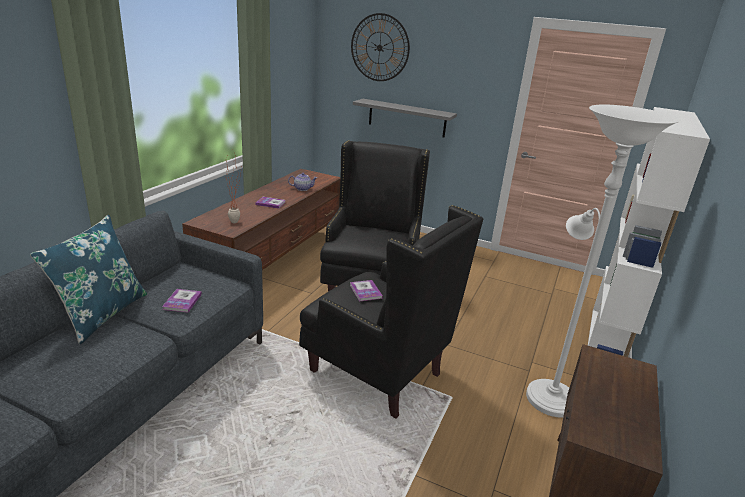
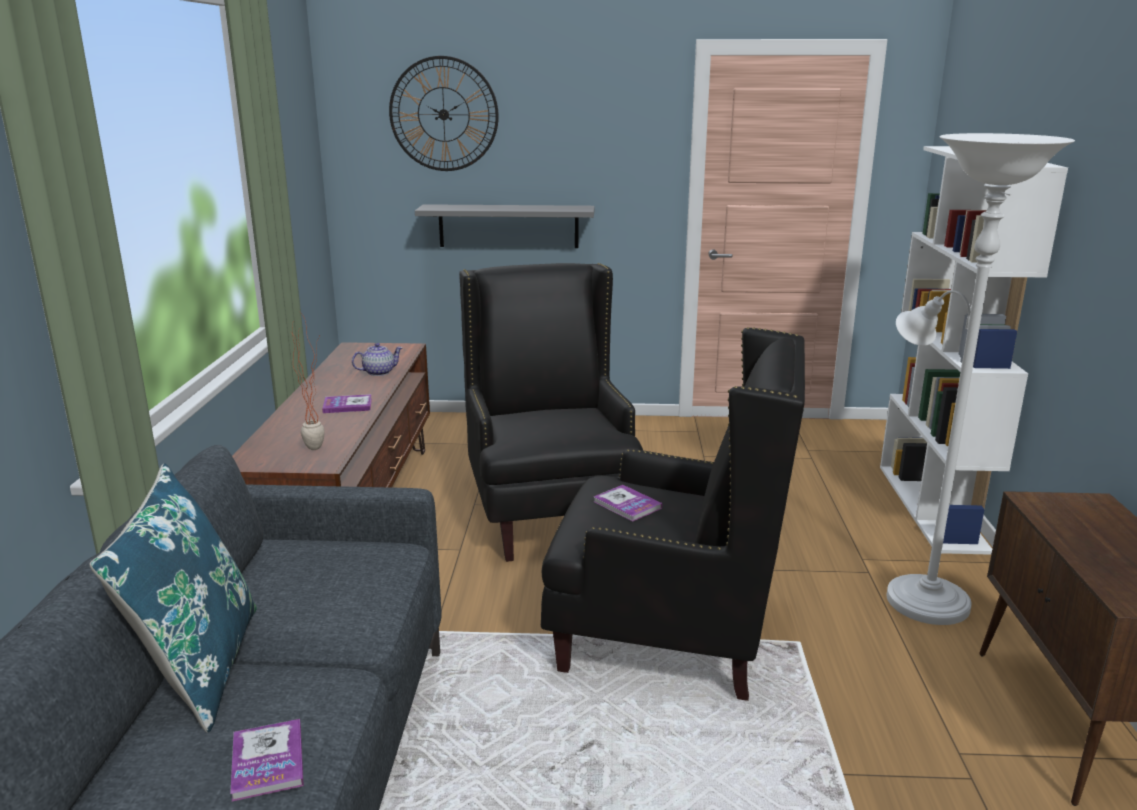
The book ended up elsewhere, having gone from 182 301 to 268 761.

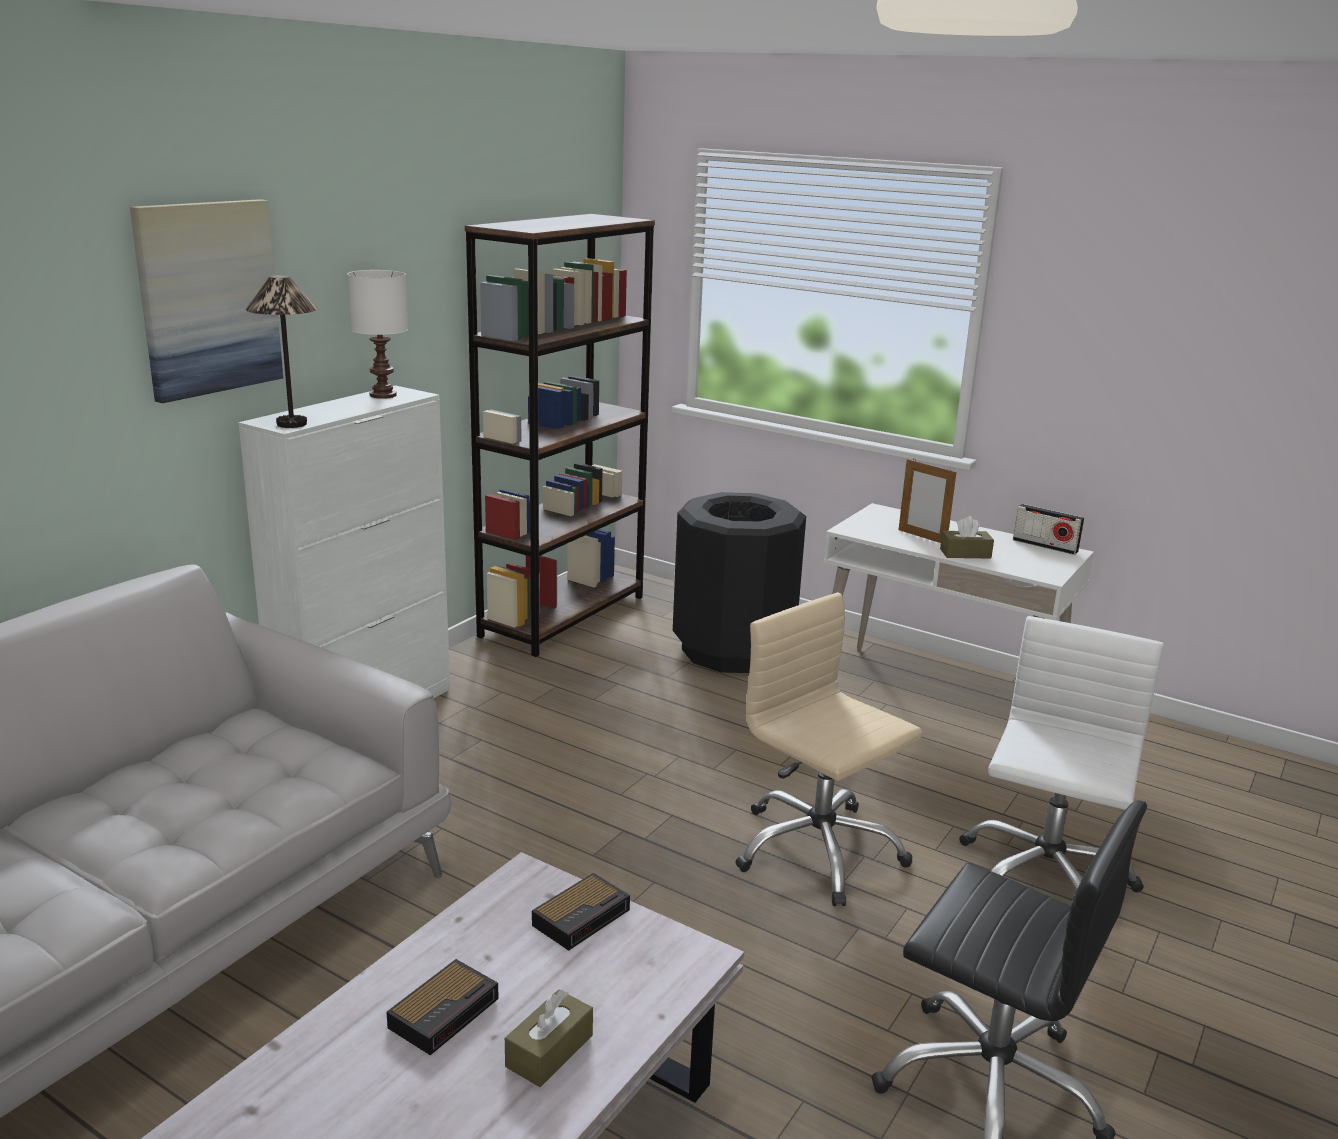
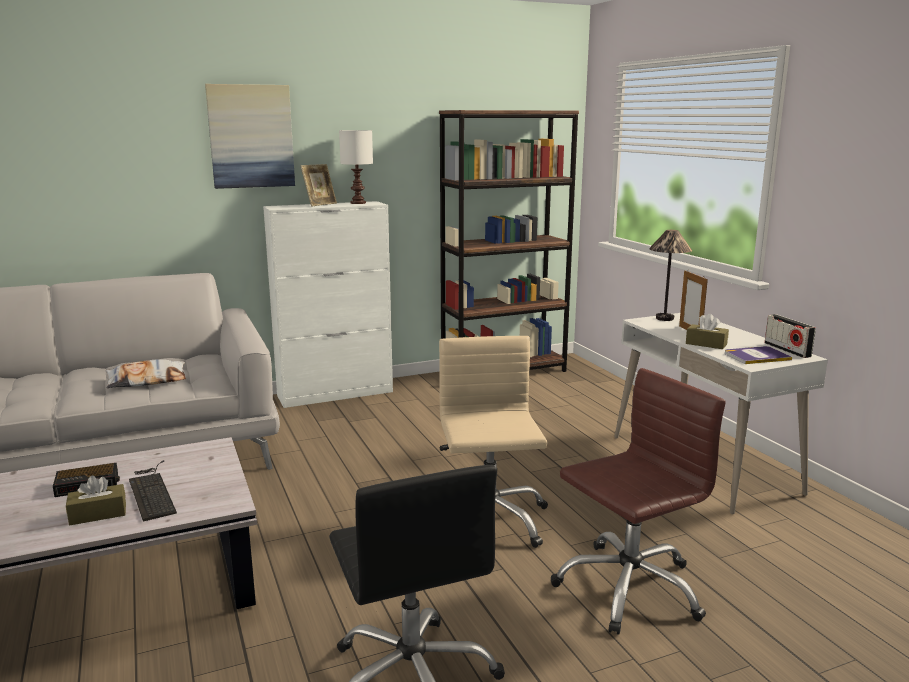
The second view gained the pillow at 147 381. The second view gained the keyboard at 152 491. The second view gained the photo frame at 320 204. What was the white computer chair at 1043 879 turned into the brown computer chair at 628 587. The table lamp ended up elsewhere, having gone from 292 424 to 664 318. The second view gained the book at 756 356. The second view lost the bedside clock at 583 916. The second view lost the black-coloured waste bin at 733 650.

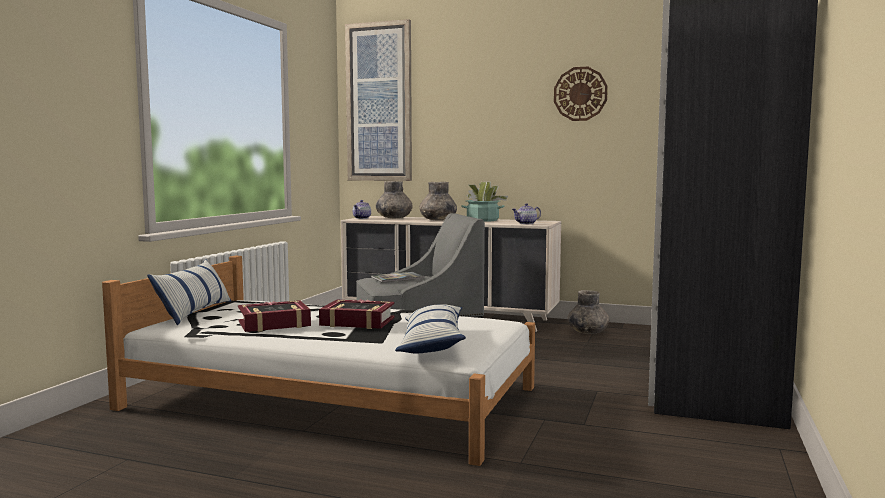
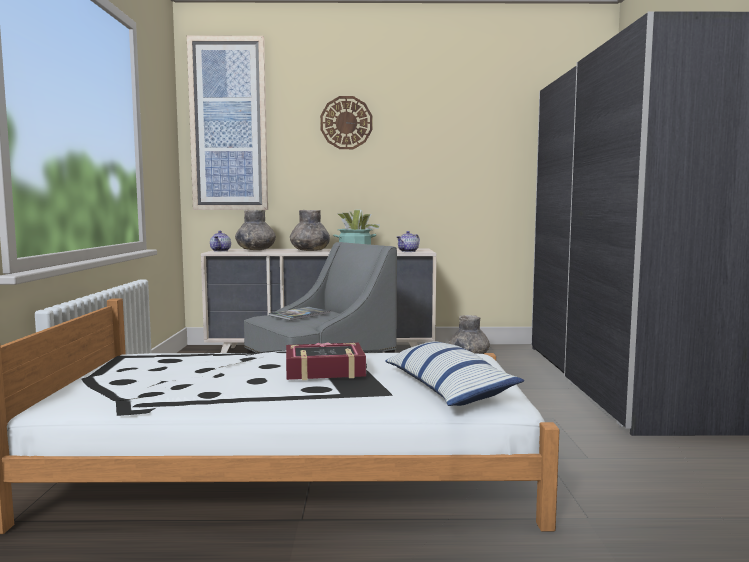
The hanging clock ended up elsewhere, having gone from 580 94 to 346 123. The second view lost the pillow at 194 312. The second view lost the book at 274 324.

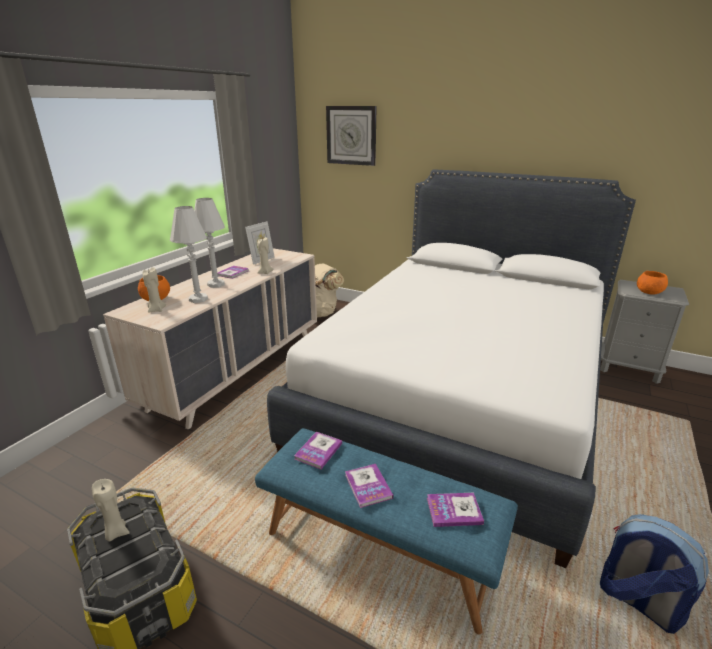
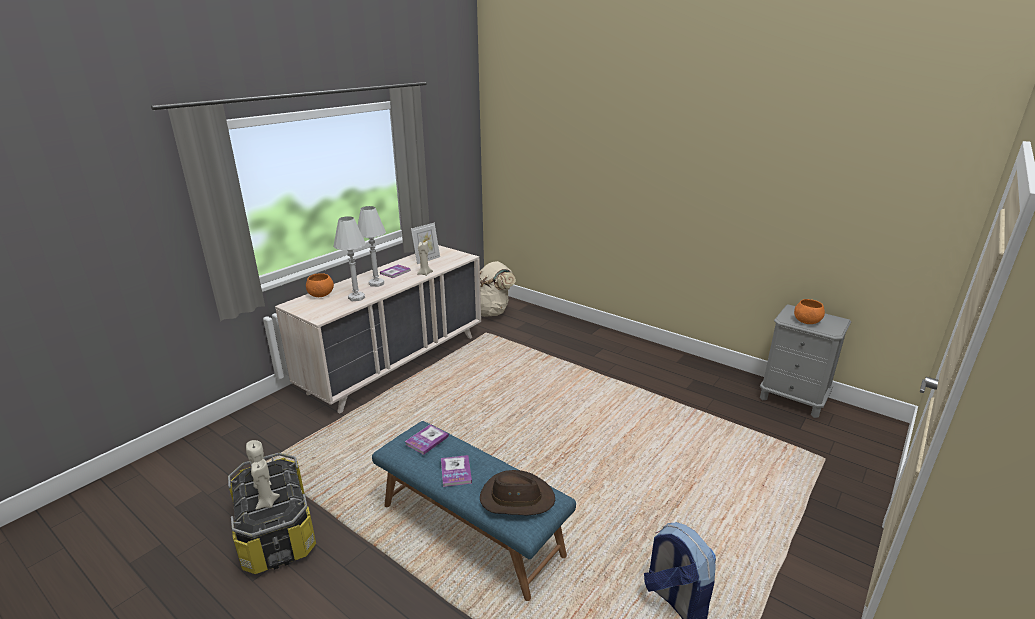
The beige-coloured candle ended up elsewhere, having gone from 156 310 to 267 503. Where the book stood at 454 510, the brown hat came to stand at 516 498. The second view lost the white bed at 461 396. The second view lost the hanging clock at 351 135.

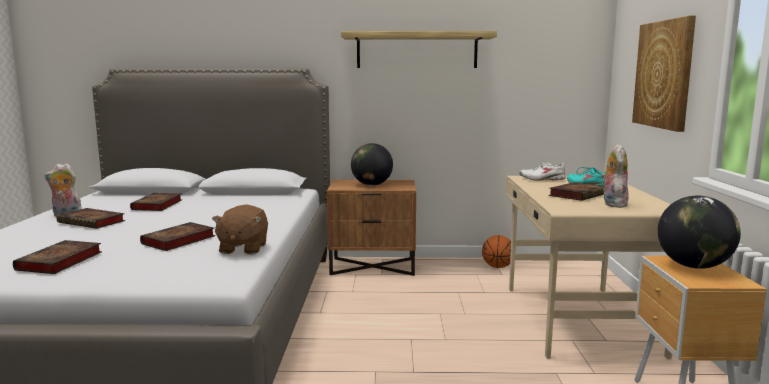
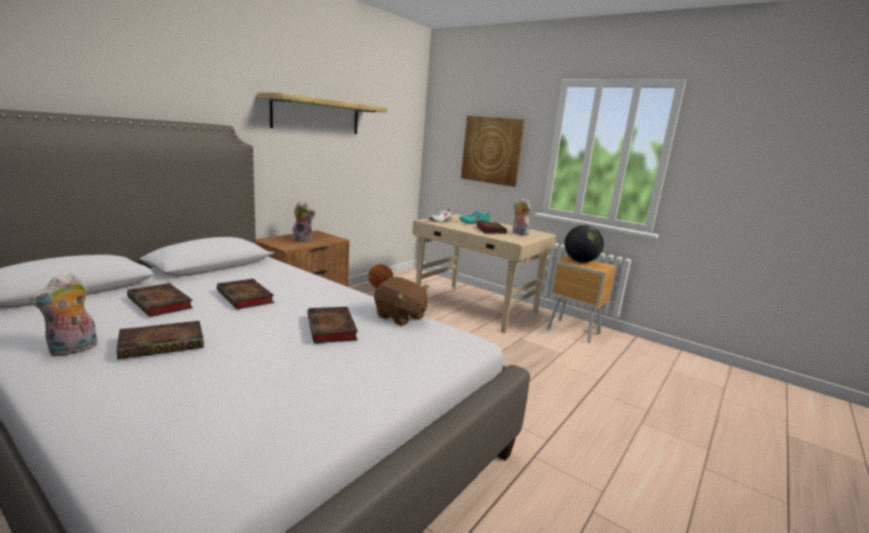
The book ended up elsewhere, having gone from 59 262 to 246 297. Where the globe stood at 371 185, the cuddly toy came to stand at 303 240.

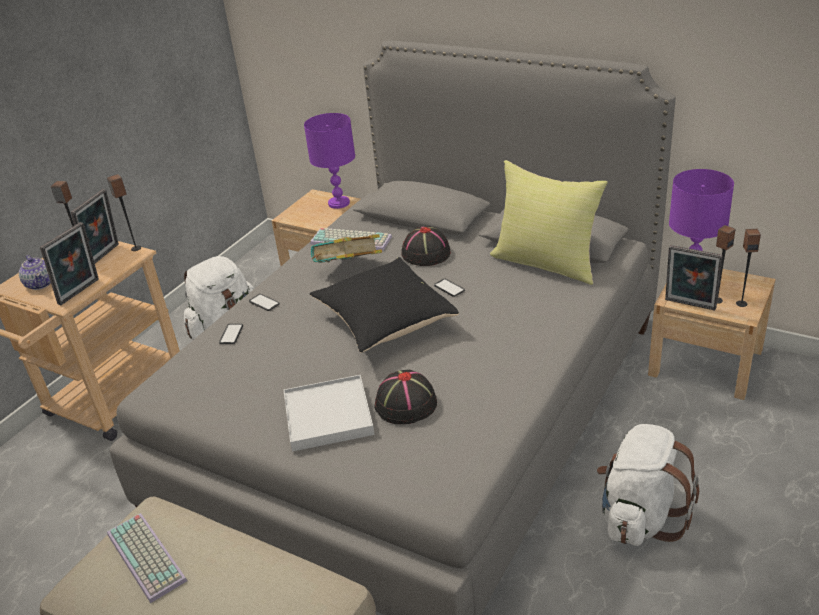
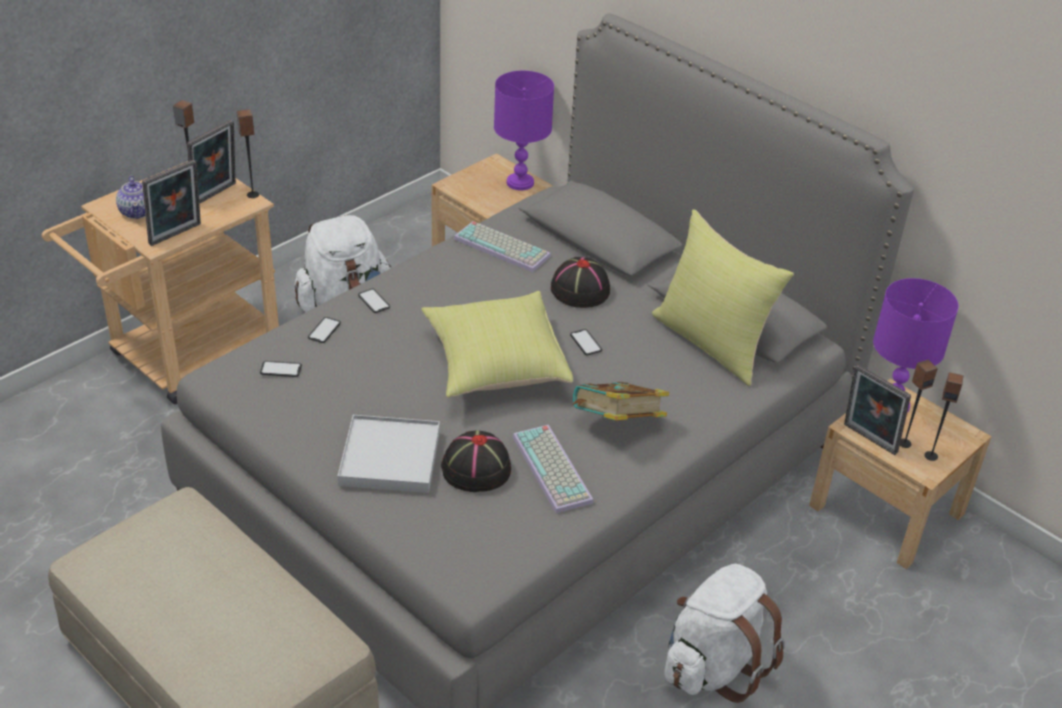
The second view gained the handset at 281 369. What was the black-coloured pillow at 384 322 turned into the yellowish pillow at 494 364. The keyboard ended up elsewhere, having gone from 148 556 to 554 469. The book ended up elsewhere, having gone from 348 270 to 616 425.

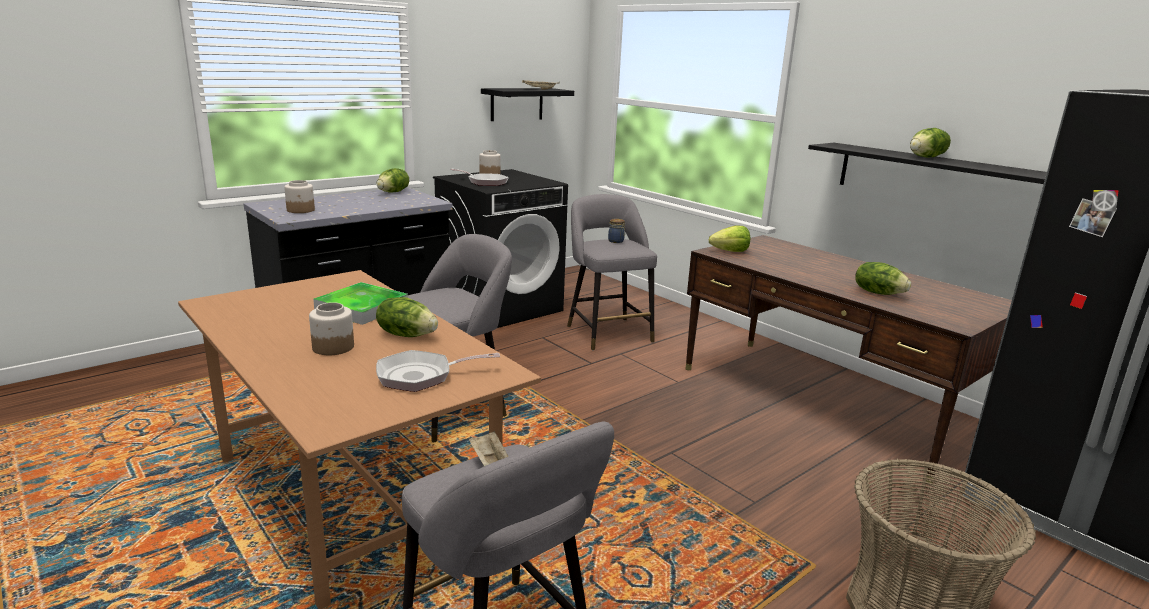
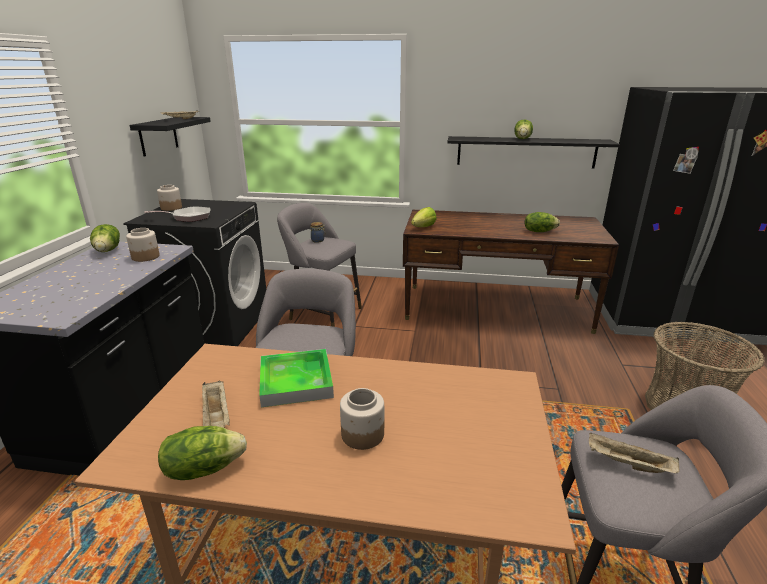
The storage jar ended up elsewhere, having gone from 301 210 to 146 257. The head of lettuce ended up elsewhere, having gone from 407 334 to 203 468. The second view gained the beige-coloured carrying tray at 217 416. The second view lost the skillet at 421 376.

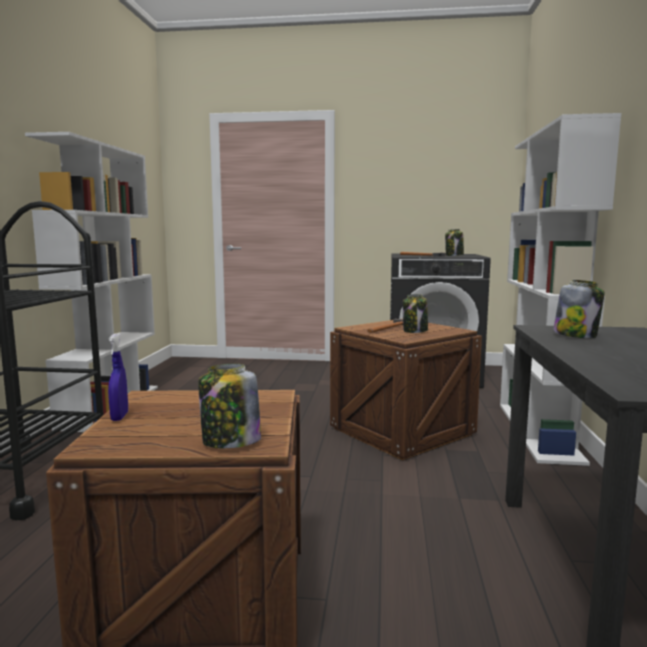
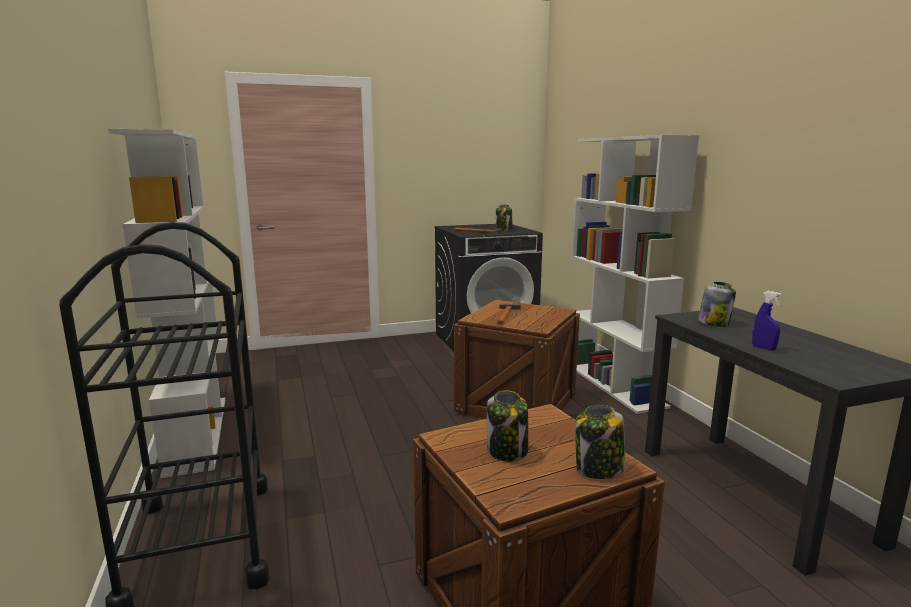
The storage jar ended up elsewhere, having gone from 415 331 to 507 451. The blue sprayer ended up elsewhere, having gone from 119 417 to 763 348.

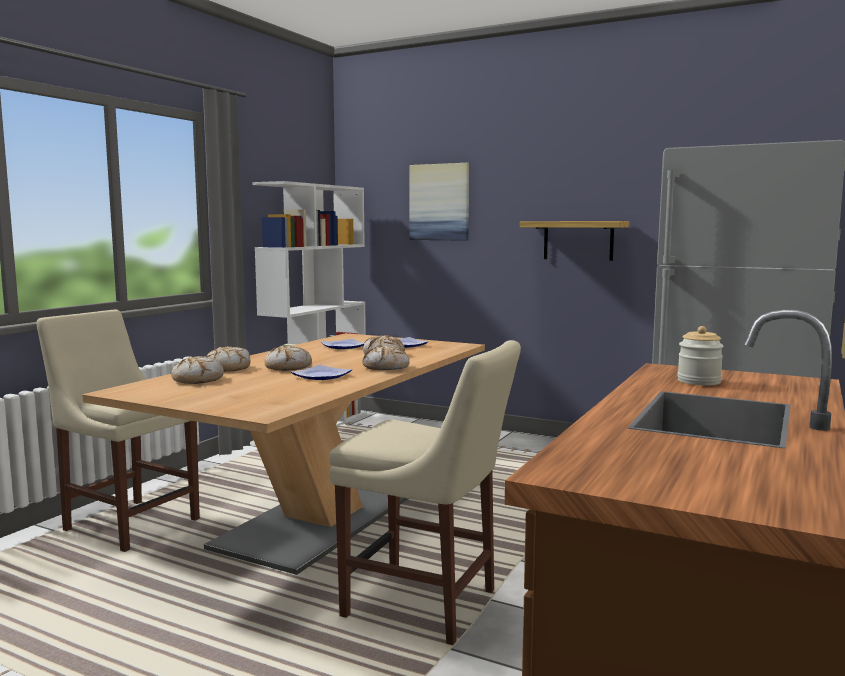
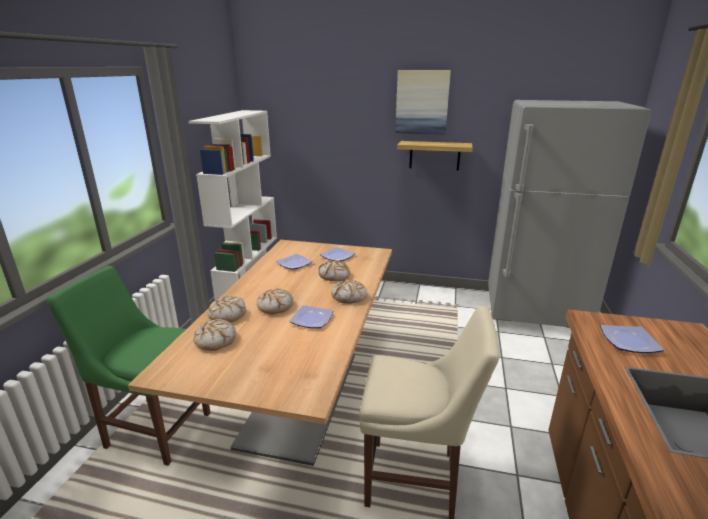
What was the beige-coloured chair at 128 523 turned into the greenish chair at 155 428. The picture ended up elsewhere, having gone from 439 202 to 422 102. Where the storage jar stood at 698 381, the flat dish came to stand at 630 342.

